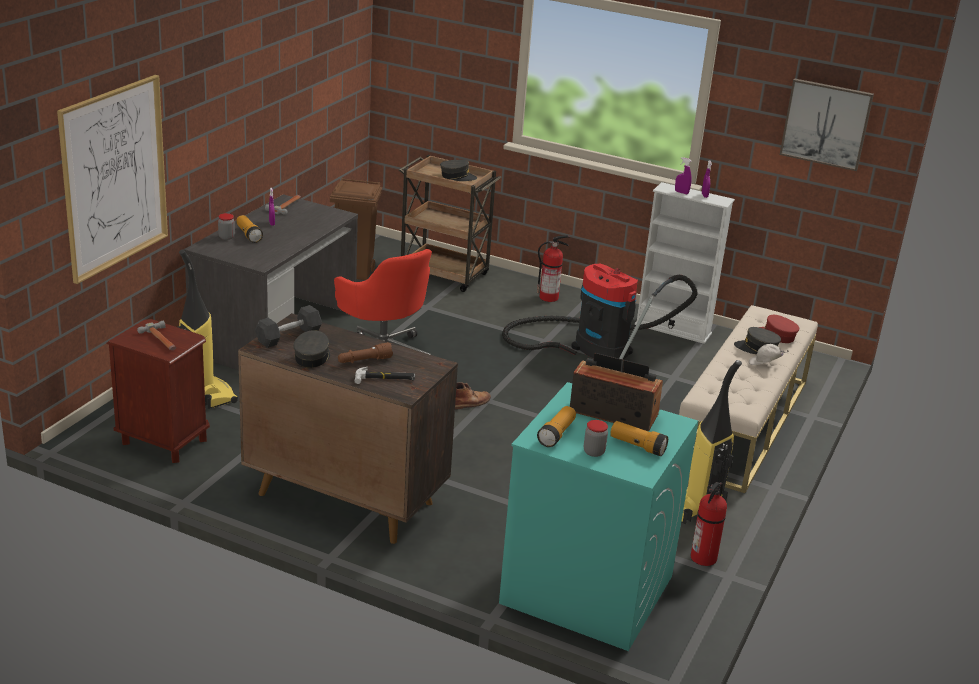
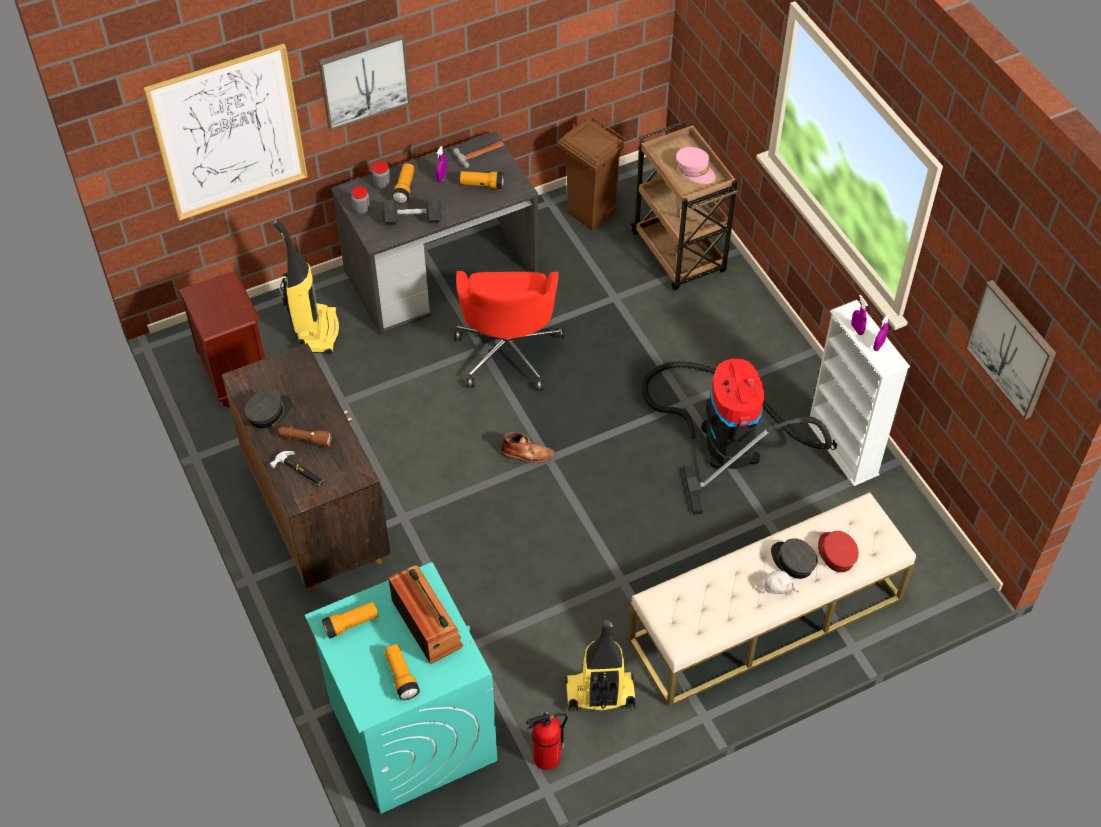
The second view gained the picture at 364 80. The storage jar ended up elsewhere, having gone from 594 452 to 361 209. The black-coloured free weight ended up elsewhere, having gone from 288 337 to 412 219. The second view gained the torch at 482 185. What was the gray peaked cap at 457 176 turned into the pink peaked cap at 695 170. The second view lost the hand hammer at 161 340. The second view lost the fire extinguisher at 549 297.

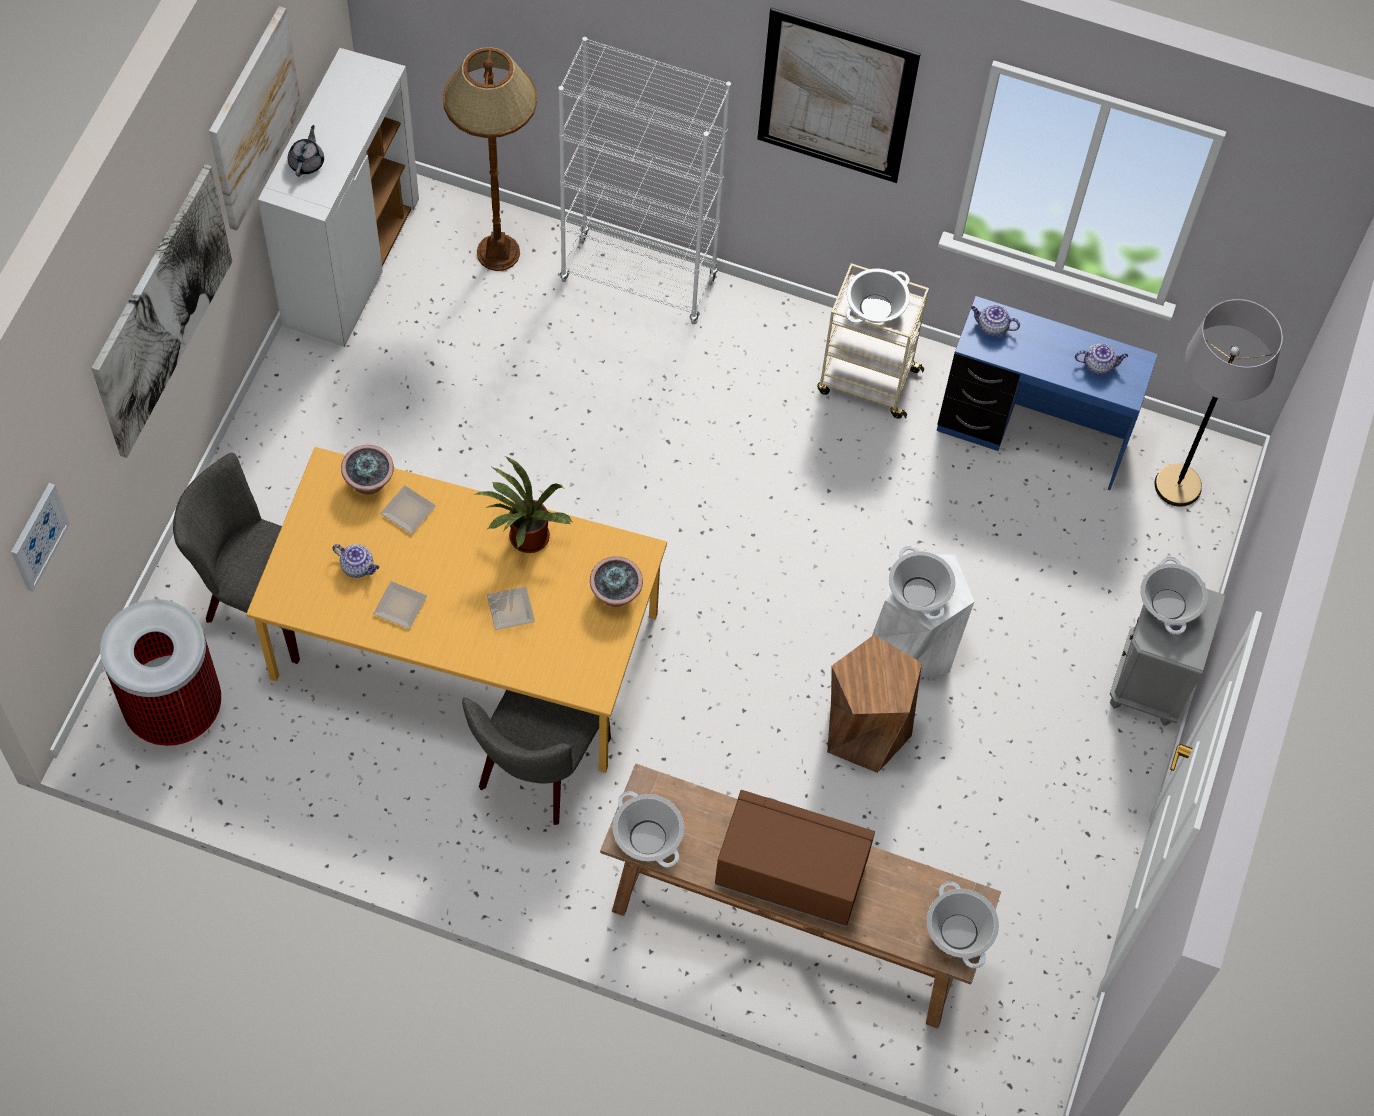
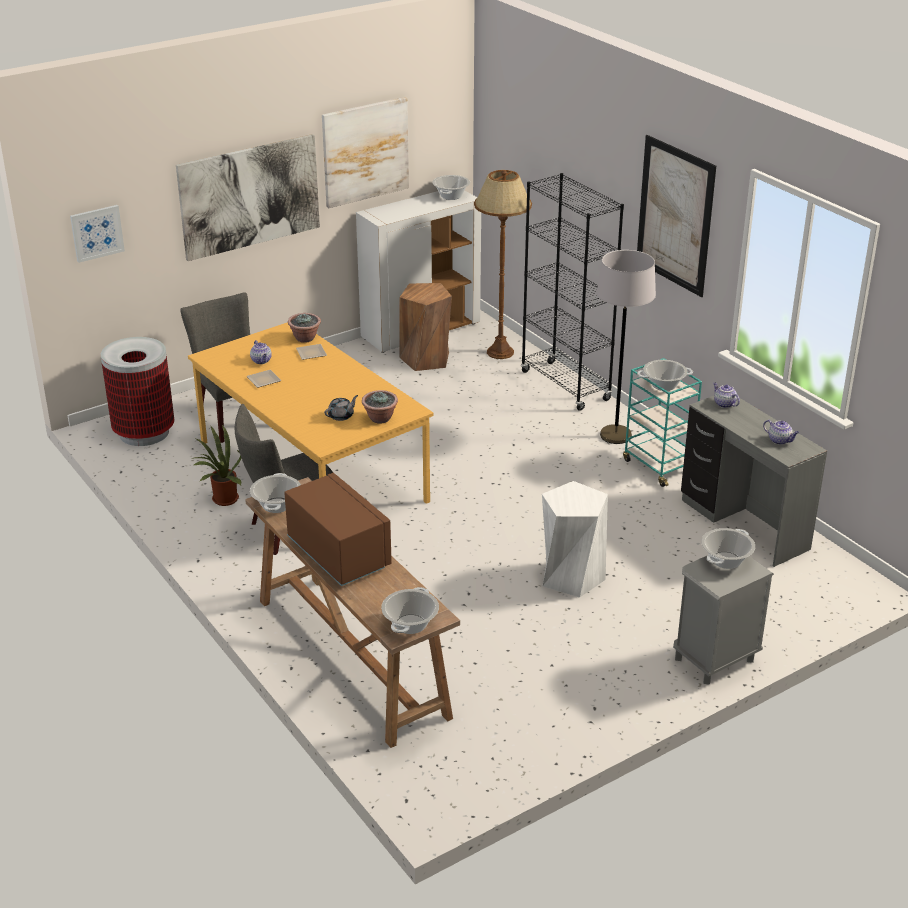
The plant in a pot ended up elsewhere, having gone from 526 540 to 222 500. The gray tea pot ended up elsewhere, having gone from 307 162 to 341 416. The brown stool seat ended up elsewhere, having gone from 865 731 to 426 359. The stockpot ended up elsewhere, having gone from 918 592 to 451 196. What was the white bookcase at 639 280 turned into the black-coloured bookcase at 565 386. The gray standing lamp ended up elsewhere, having gone from 1177 486 to 615 435. What was the beige-coloured wheeled cart at 866 381 turned into the blue-green wheeled cart at 658 466. What was the blue desk at 1031 436 turned into the gray desk at 743 525. The second view lost the flat dish at 512 610.

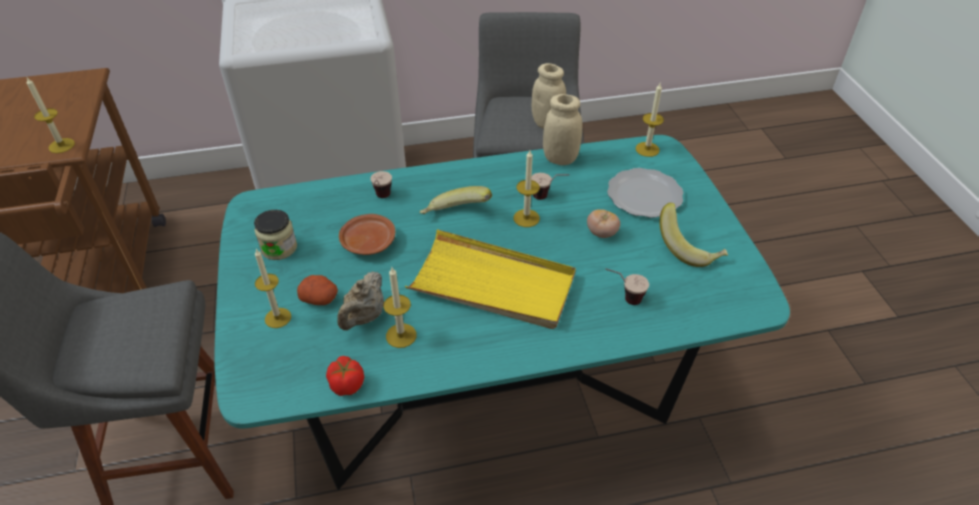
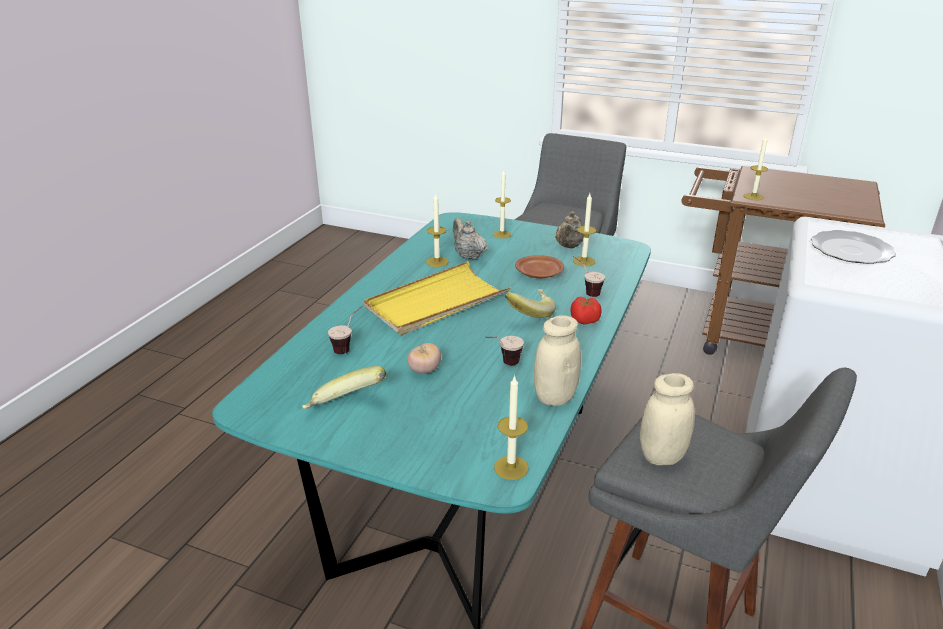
Where the storage jar stood at 279 248, the beige-coloured tea pot came to stand at 568 246. The fresh tomato ended up elsewhere, having gone from 347 384 to 585 320. The candle ended up elsewhere, having gone from 526 218 to 584 261. The flat dish ended up elsewhere, having gone from 645 195 to 851 251. The second view lost the potato at 320 298.

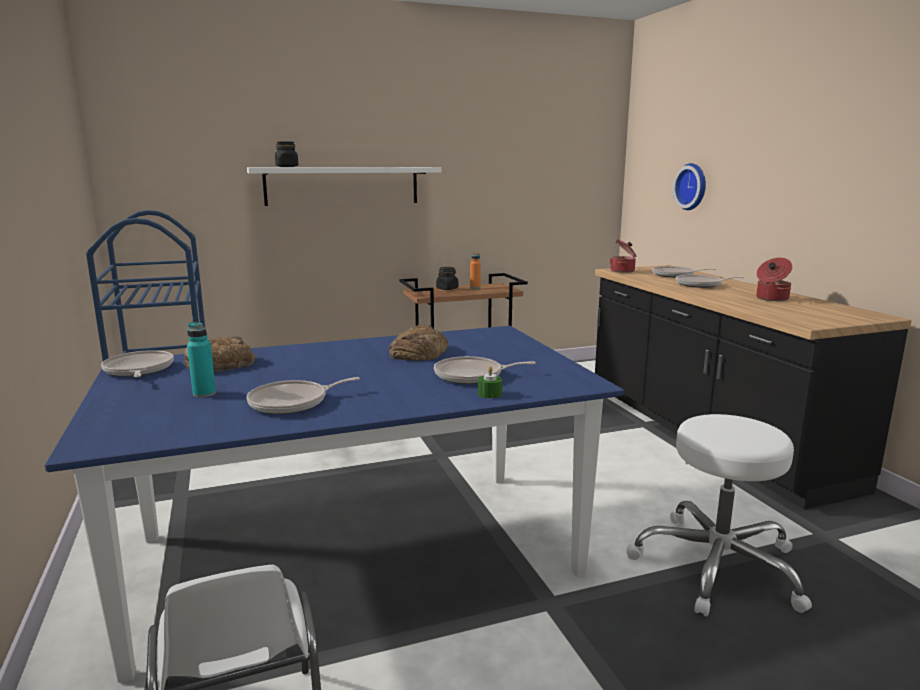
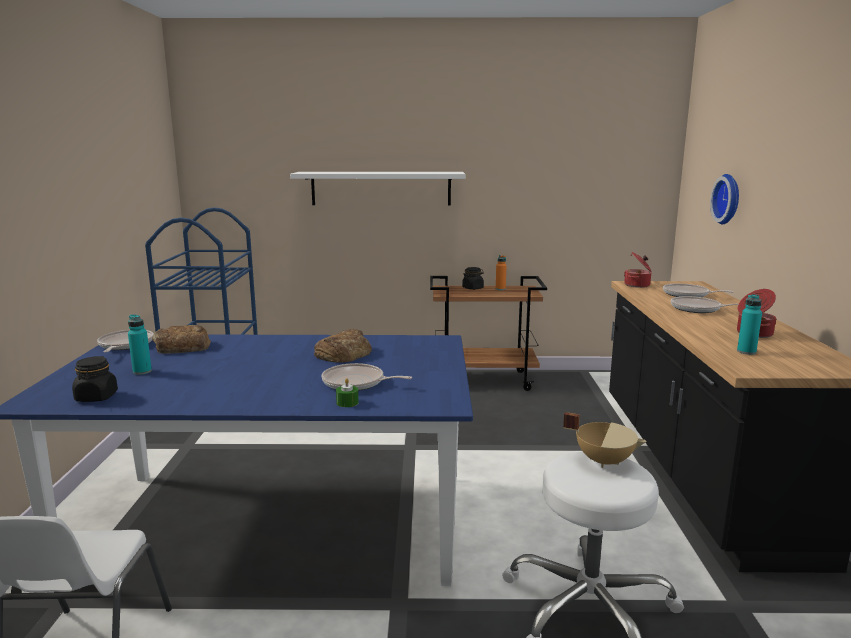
The black-coloured storage jar ended up elsewhere, having gone from 287 167 to 96 397. The second view gained the beige-coloured stockpot at 604 461. The second view gained the blue-green beverage bottle at 746 352. The second view lost the skillet at 292 403.

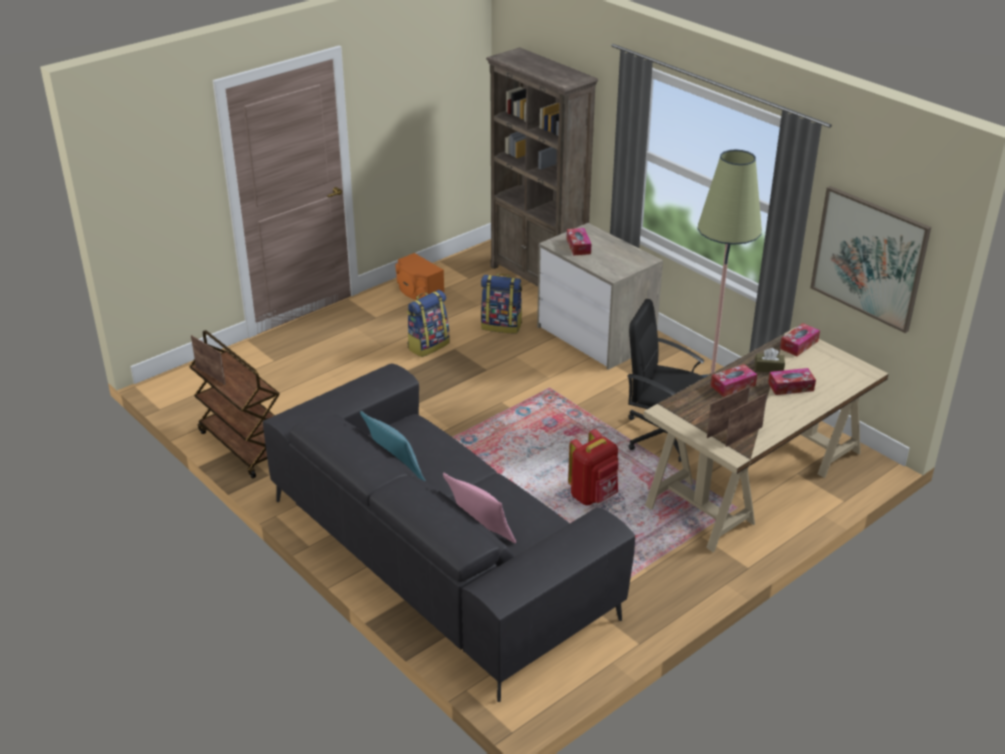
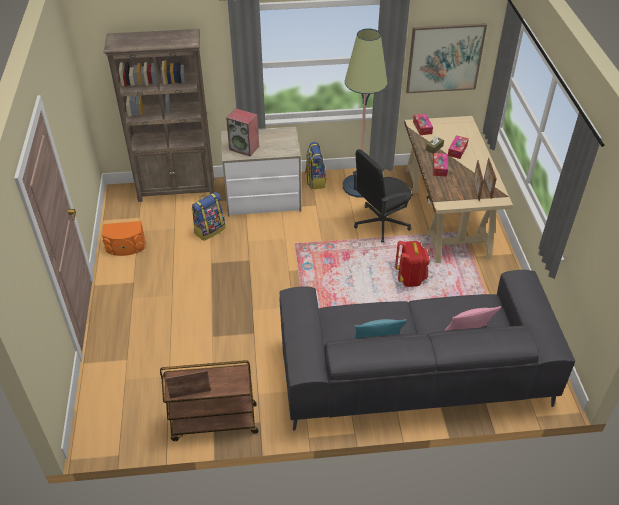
Where the box of tissues stood at 578 246, the loudspeaker came to stand at 244 148. The rucksack ended up elsewhere, having gone from 428 345 to 315 180.

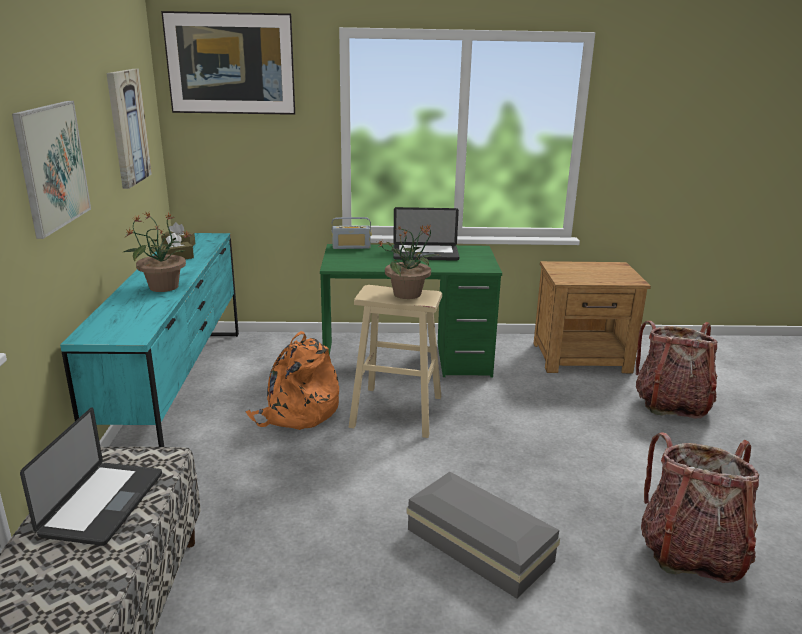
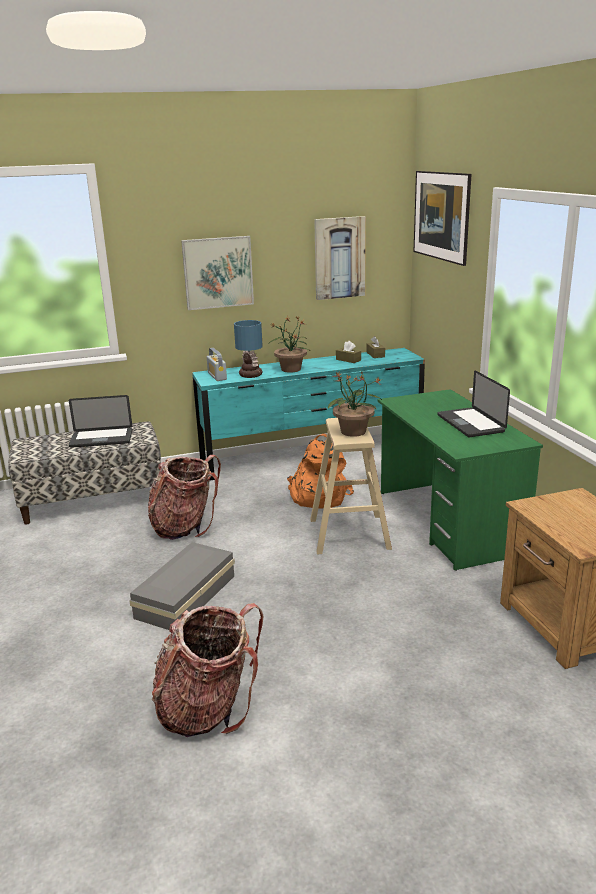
The rucksack ended up elsewhere, having gone from 671 403 to 185 526. The radio ended up elsewhere, having gone from 351 247 to 217 376. The second view gained the table lamp at 249 375.

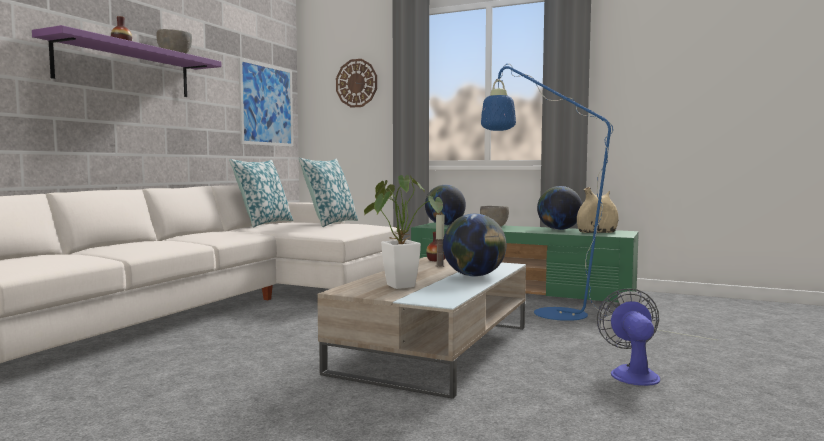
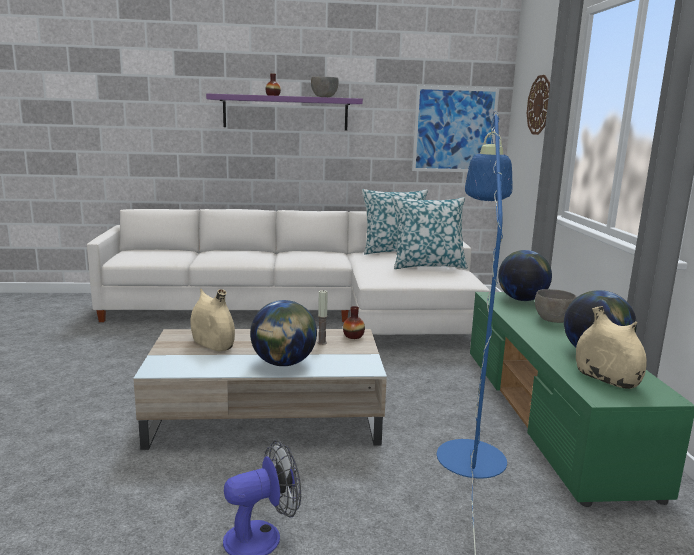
Where the plant in a pot stood at 398 285, the beige-coloured flower vase came to stand at 213 345.

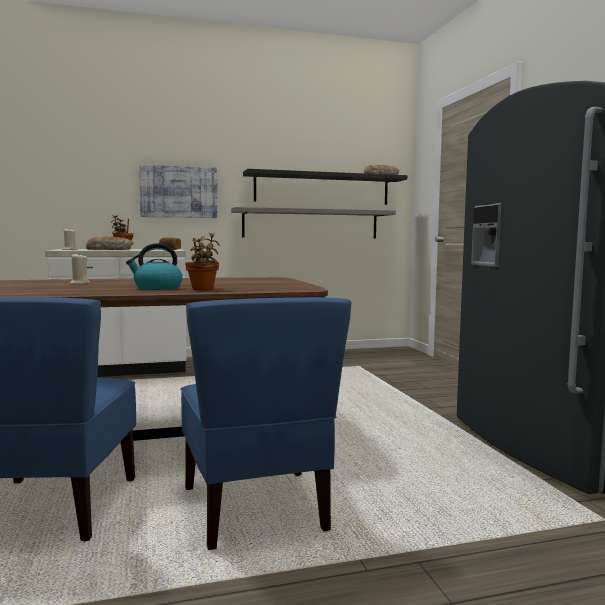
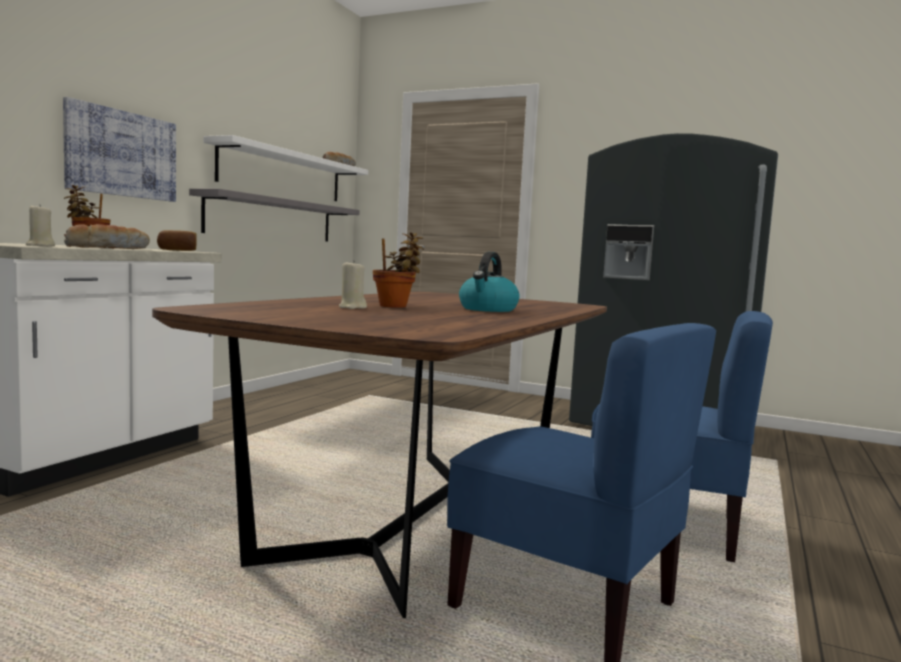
What was the black-coloured wall shelf at 322 189 turned into the white wall shelf at 283 174. The plant in a pot ended up elsewhere, having gone from 203 289 to 396 306.

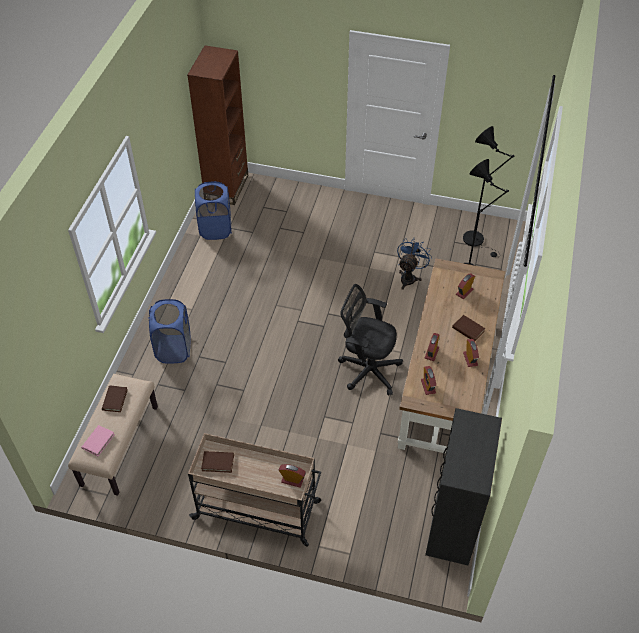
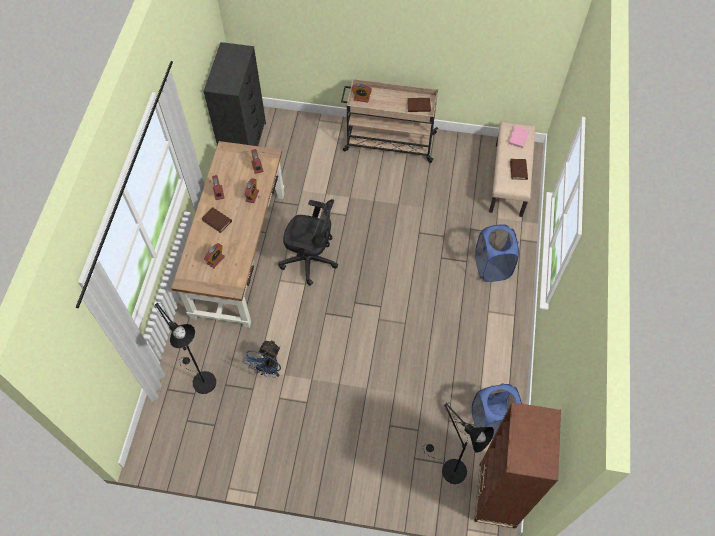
The black-coloured standing lamp ended up elsewhere, having gone from 477 241 to 449 468.

